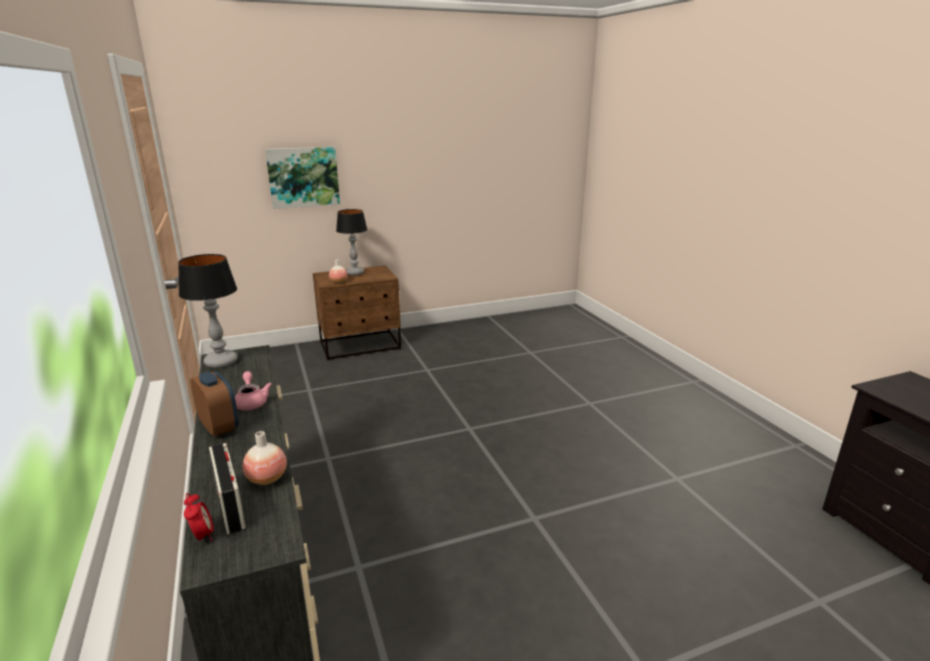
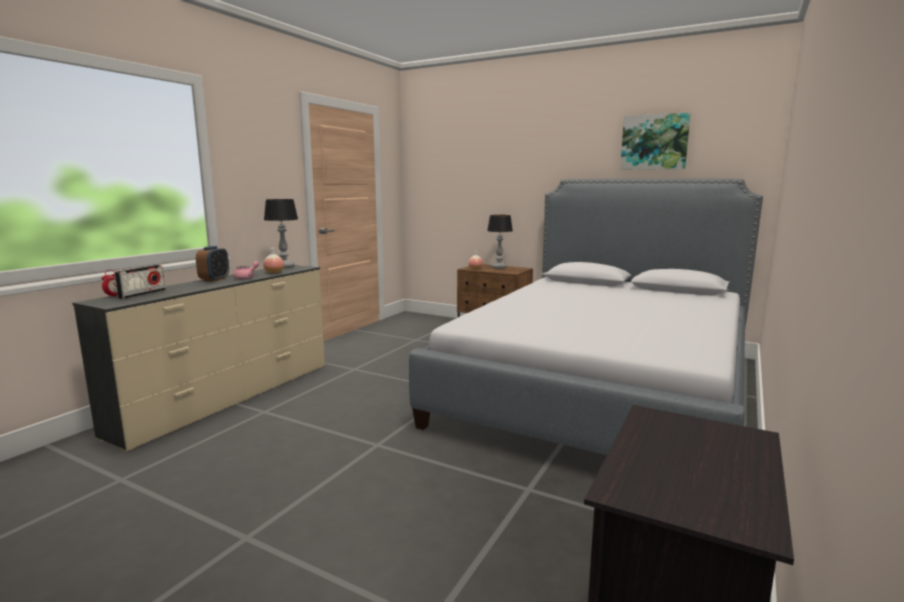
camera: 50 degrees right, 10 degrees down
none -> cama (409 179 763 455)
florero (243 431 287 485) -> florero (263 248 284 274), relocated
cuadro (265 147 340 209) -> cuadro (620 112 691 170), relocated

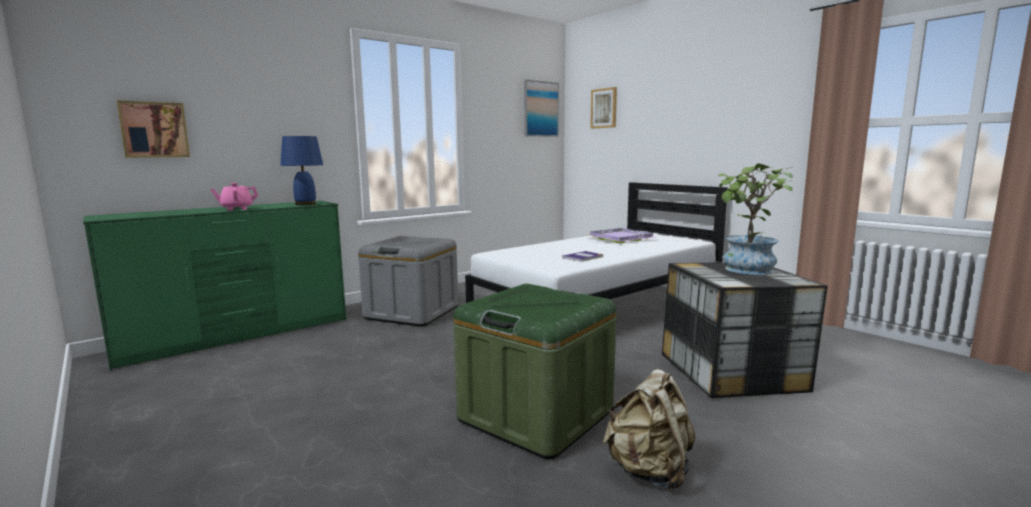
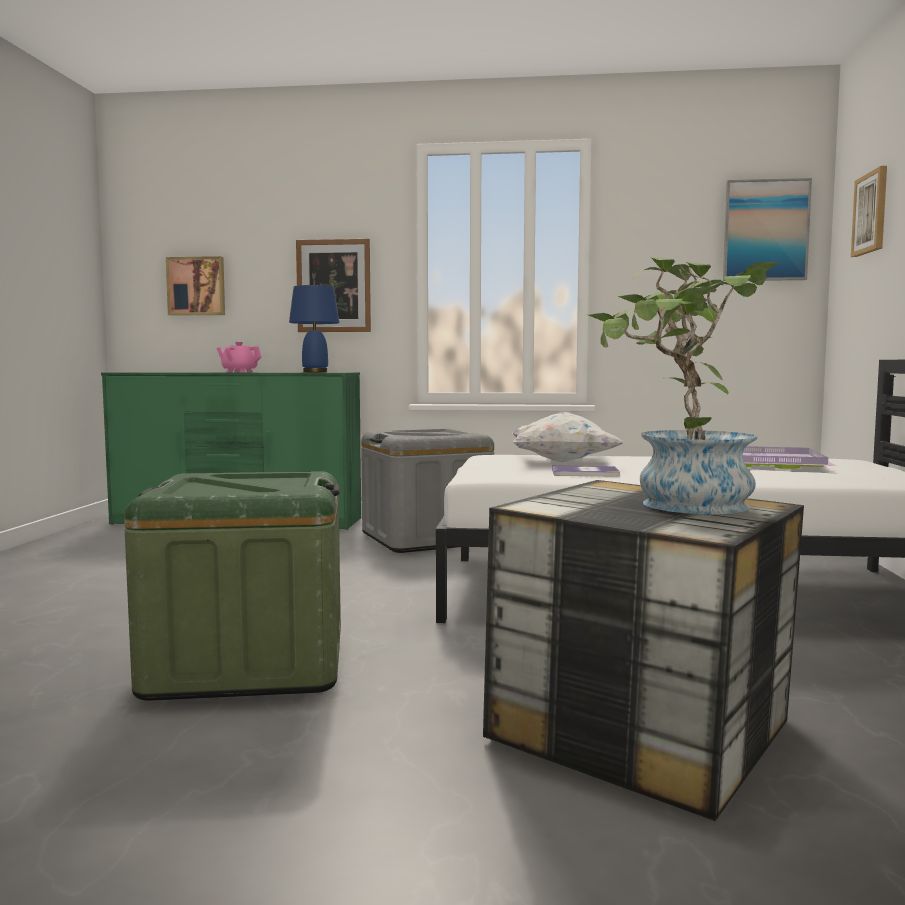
camera: 45 degrees right, 5 degrees down
mochila [beis] (602 369 696 491) -> none
none -> cuadro (296 239 371 332)
none -> cojín [blanco] (512 412 624 462)

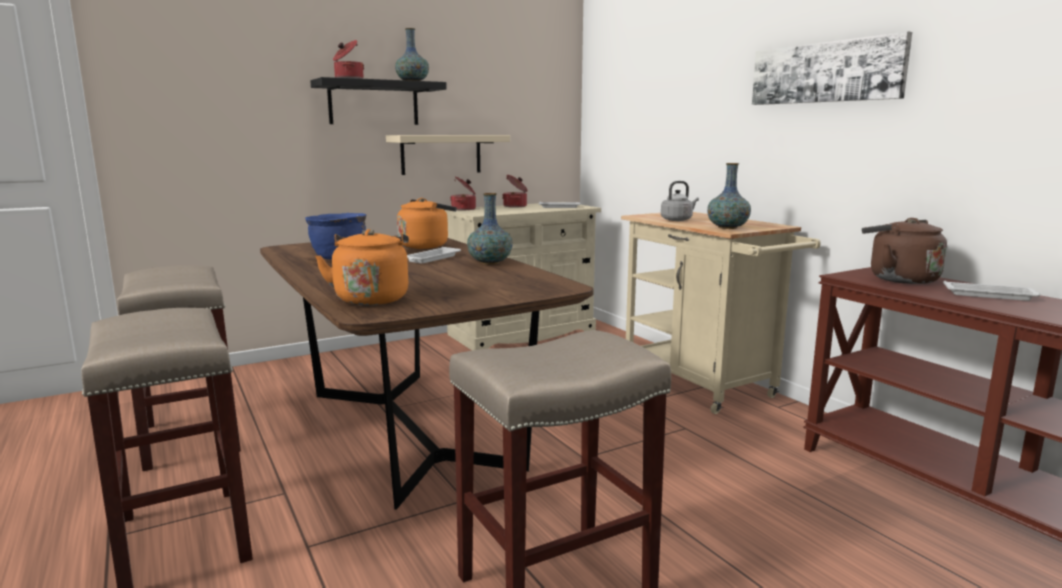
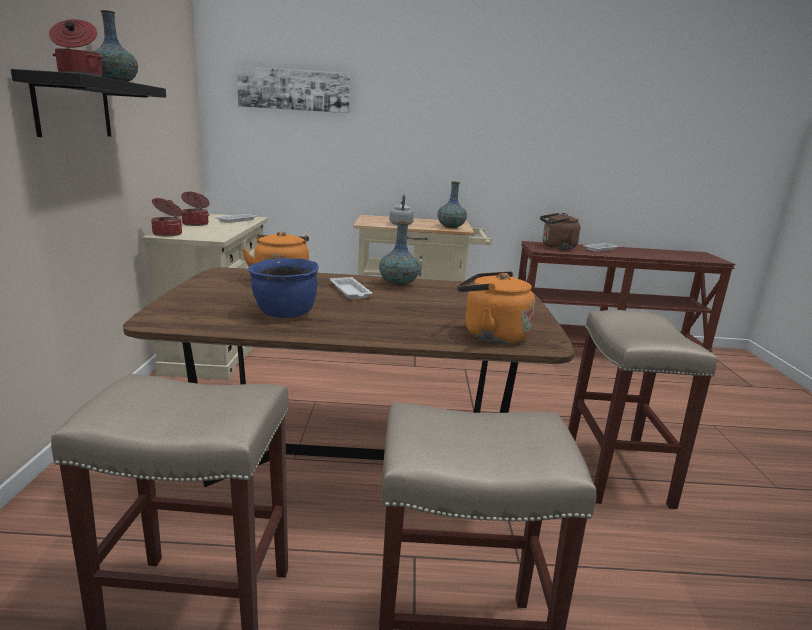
camera: 60 degrees left, 5 degrees up
estante [beis] (386 135 510 175) -> none
cuadro (752 31 912 105) -> cuadro (237 66 350 113), relocated

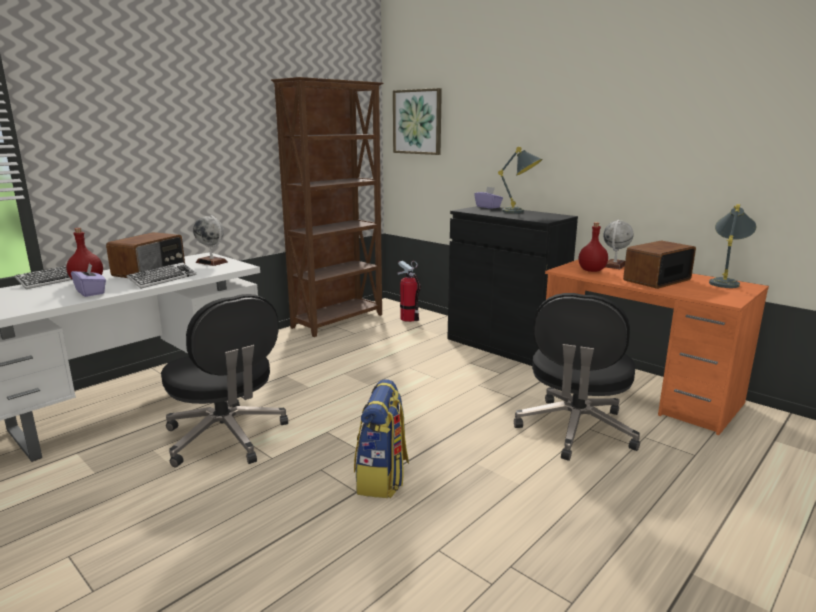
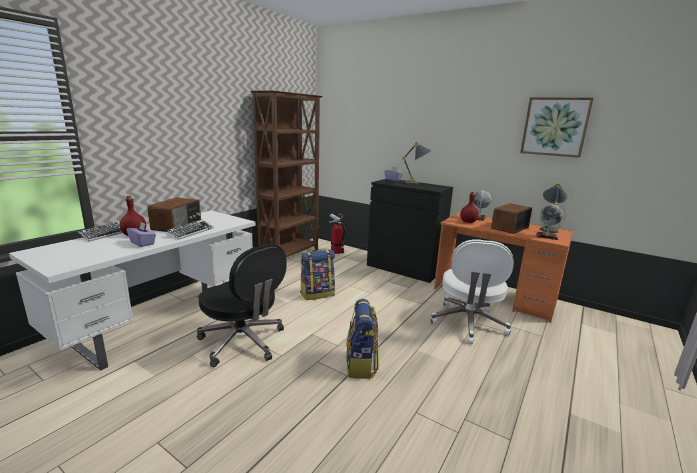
camera: 10 degrees left, 0 degrees up
none -> mochila (300 249 335 300)
globo terráqueo (193 215 228 266) -> globo terráqueo (536 204 566 240), relocated
cuadro (393 88 442 155) -> cuadro (520 97 594 158), relocated
silla de oficina [negro] (514 293 640 461) -> silla de oficina [blanco] (430 239 514 344)

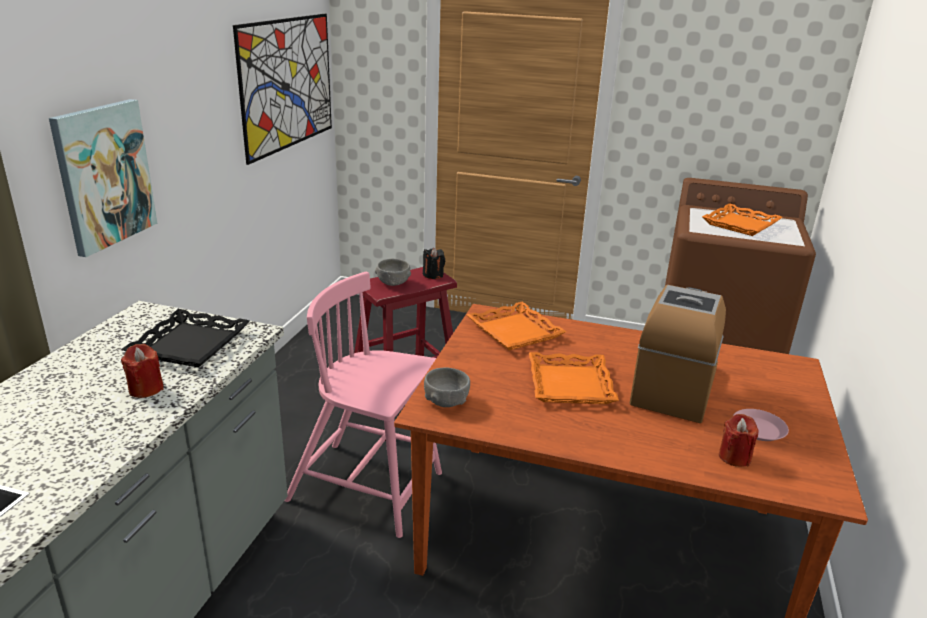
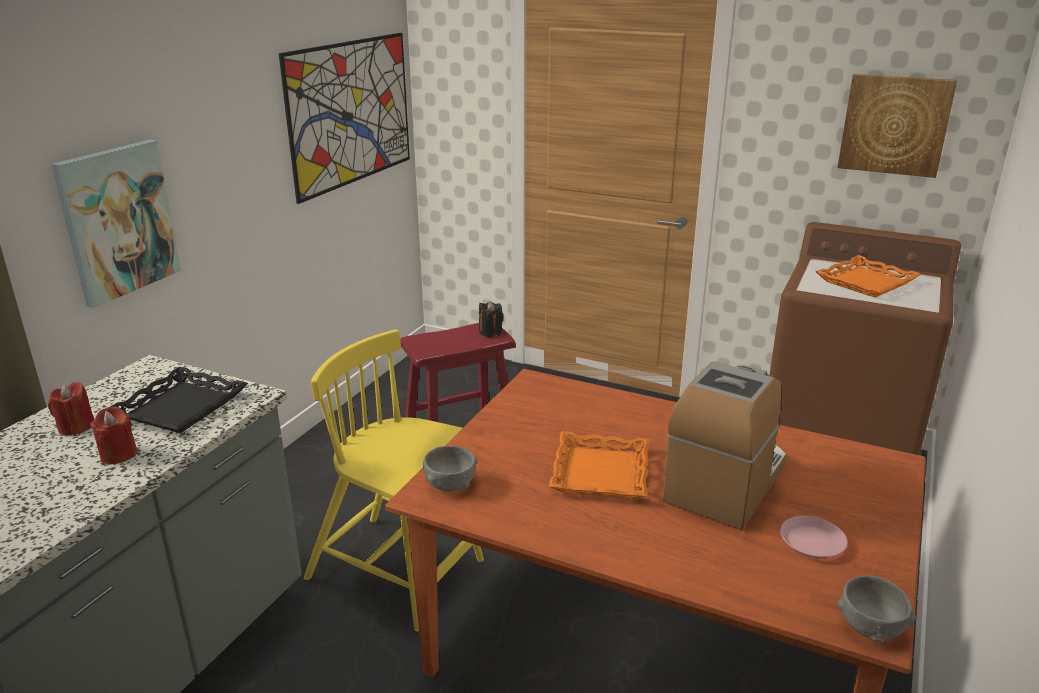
camera: 10 degrees right, 0 degrees up
bandeja [naranja] (467 302 566 350) -> none
none -> cuadro (837 74 957 178)
cuenco [gris] (375 259 411 286) -> cuenco [gris] (838 575 916 642), relocated
vela [rojo] (719 414 759 467) -> vela [rojo] (48 382 94 436), relocated
silla [rosa] (285 272 442 538) -> silla [amarillo] (304 329 484 632)

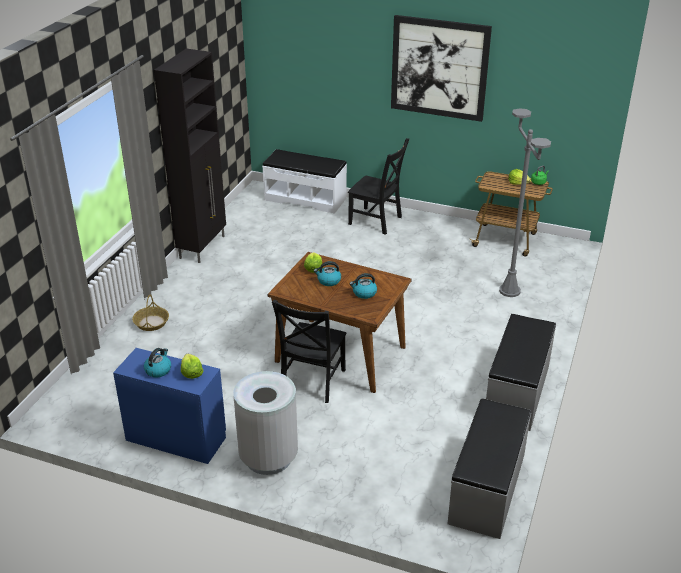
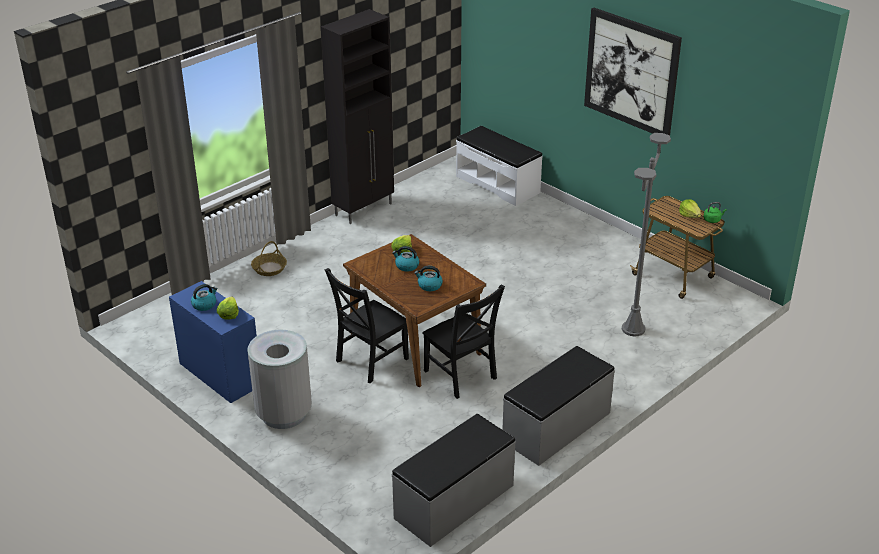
camera: 25 degrees right, 0 degrees up
silla [negro] (348 138 409 235) -> silla [negro] (422 285 505 399), relocated

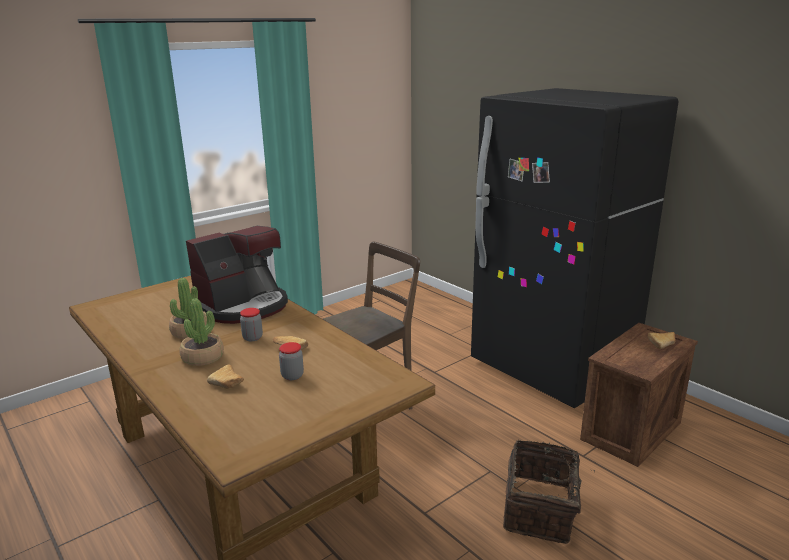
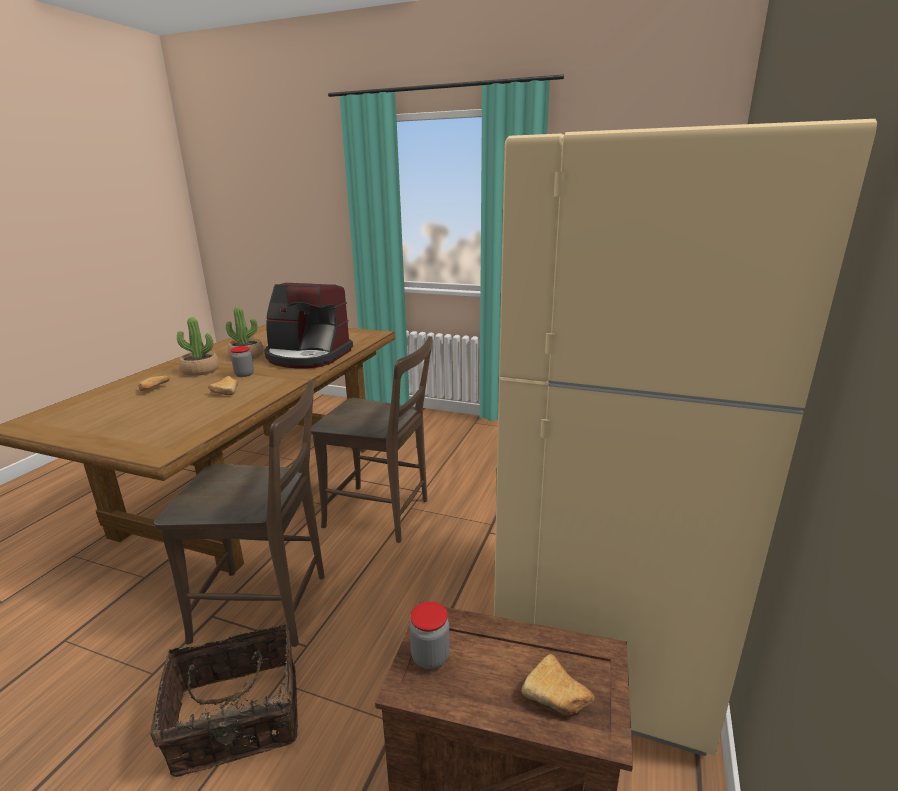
camera: 60 degrees right, 0 degrees up
none -> silla [marrón] (154 380 325 647)
tarro (279 342 304 380) -> tarro (409 602 450 669), relocated
nevera [negro] (471 88 679 408) -> nevera [beis] (494 119 877 756)

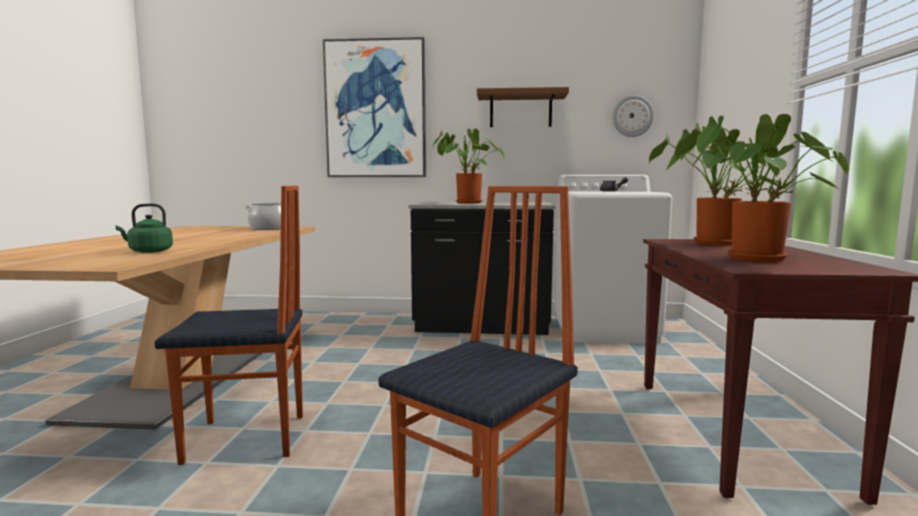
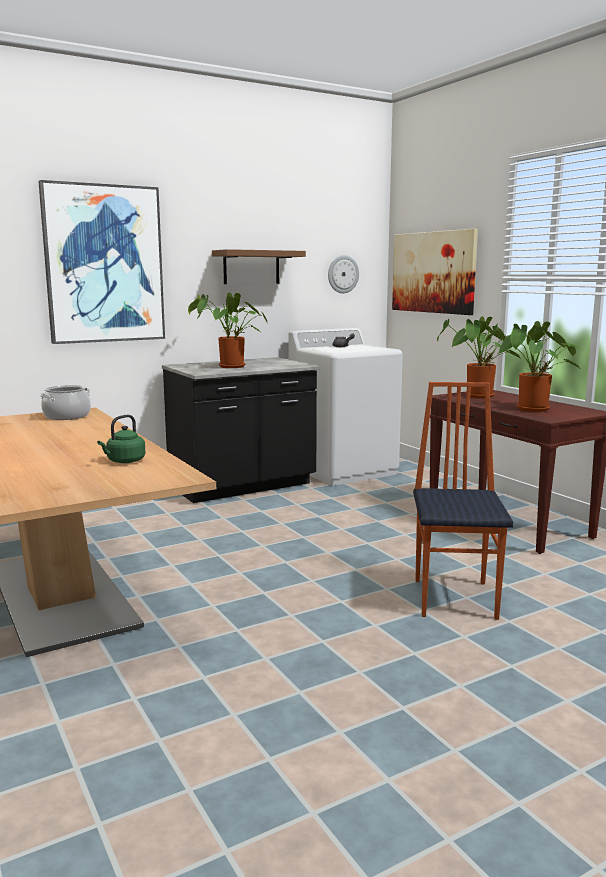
camera: 35 degrees left, 5 degrees up
silla (155 186 303 465) -> none
none -> cuadro (392 229 478 315)

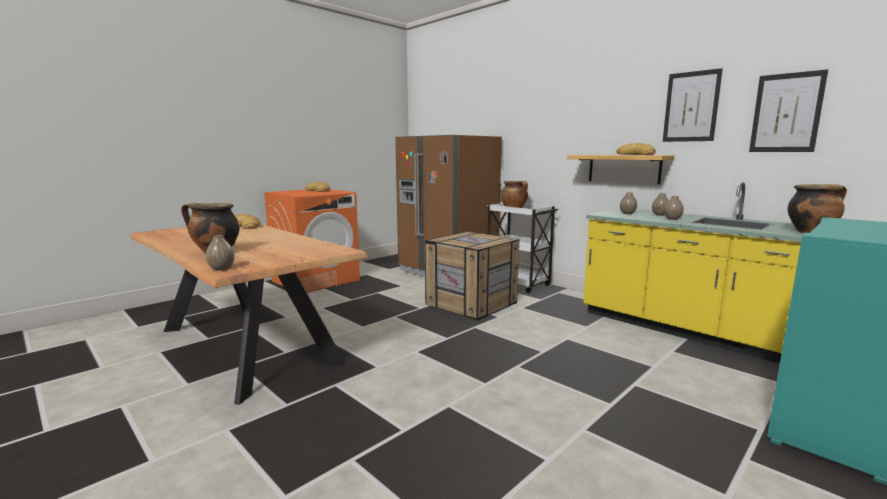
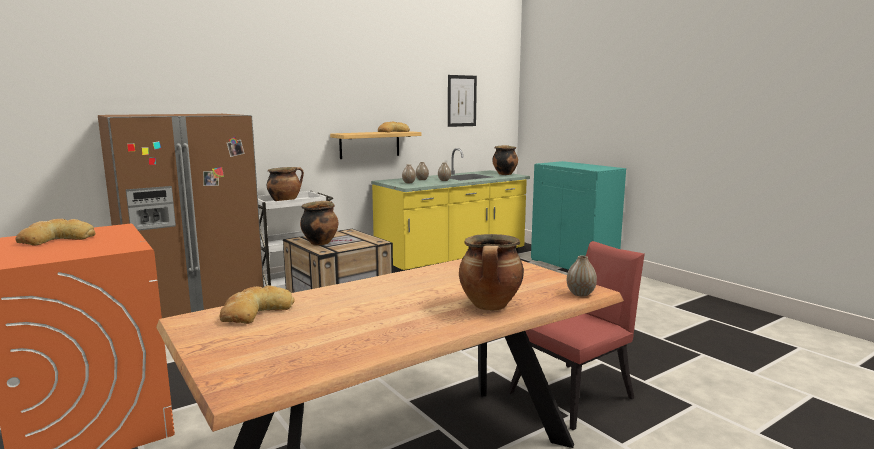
camera: 80 degrees left, 0 degrees up
cuadro (663 68 723 142) -> none
none -> olla (300 201 338 245)
none -> silla [rojo] (508 241 645 430)

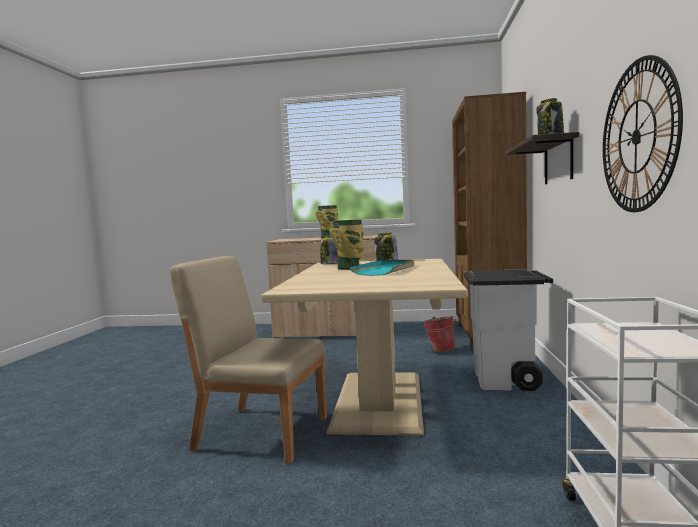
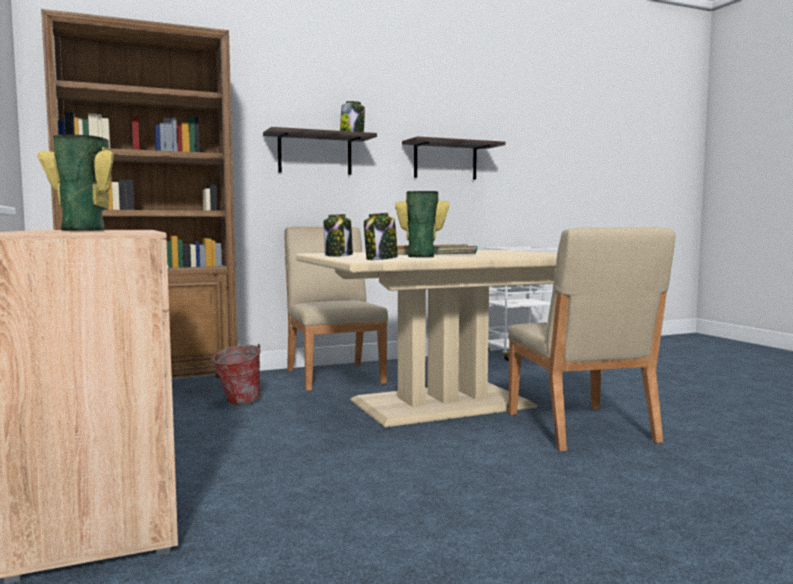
camera: 120 degrees left, 0 degrees up
papelera [blanco] (464 269 553 391) -> silla [beis] (284 226 388 391)
reloj de pared (603 55 683 212) -> estante (402 136 505 180)

